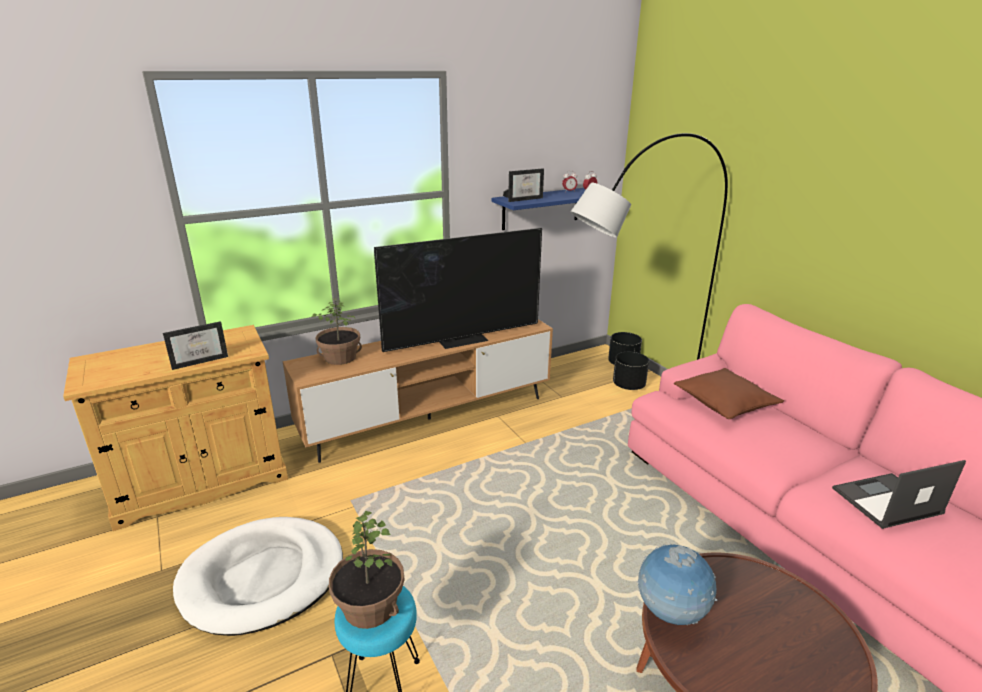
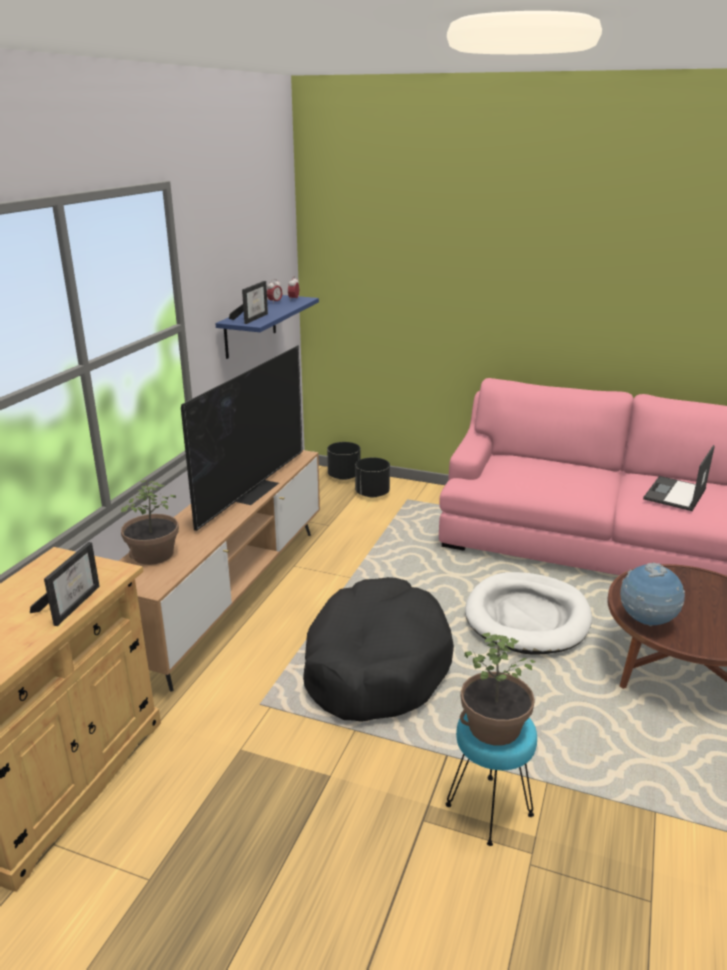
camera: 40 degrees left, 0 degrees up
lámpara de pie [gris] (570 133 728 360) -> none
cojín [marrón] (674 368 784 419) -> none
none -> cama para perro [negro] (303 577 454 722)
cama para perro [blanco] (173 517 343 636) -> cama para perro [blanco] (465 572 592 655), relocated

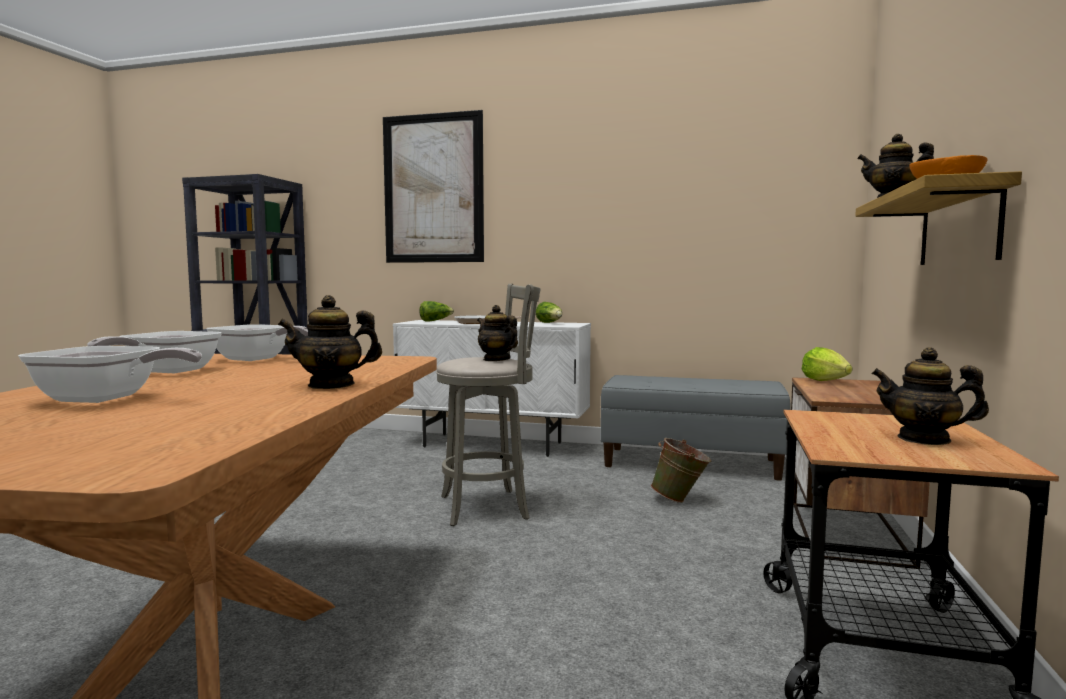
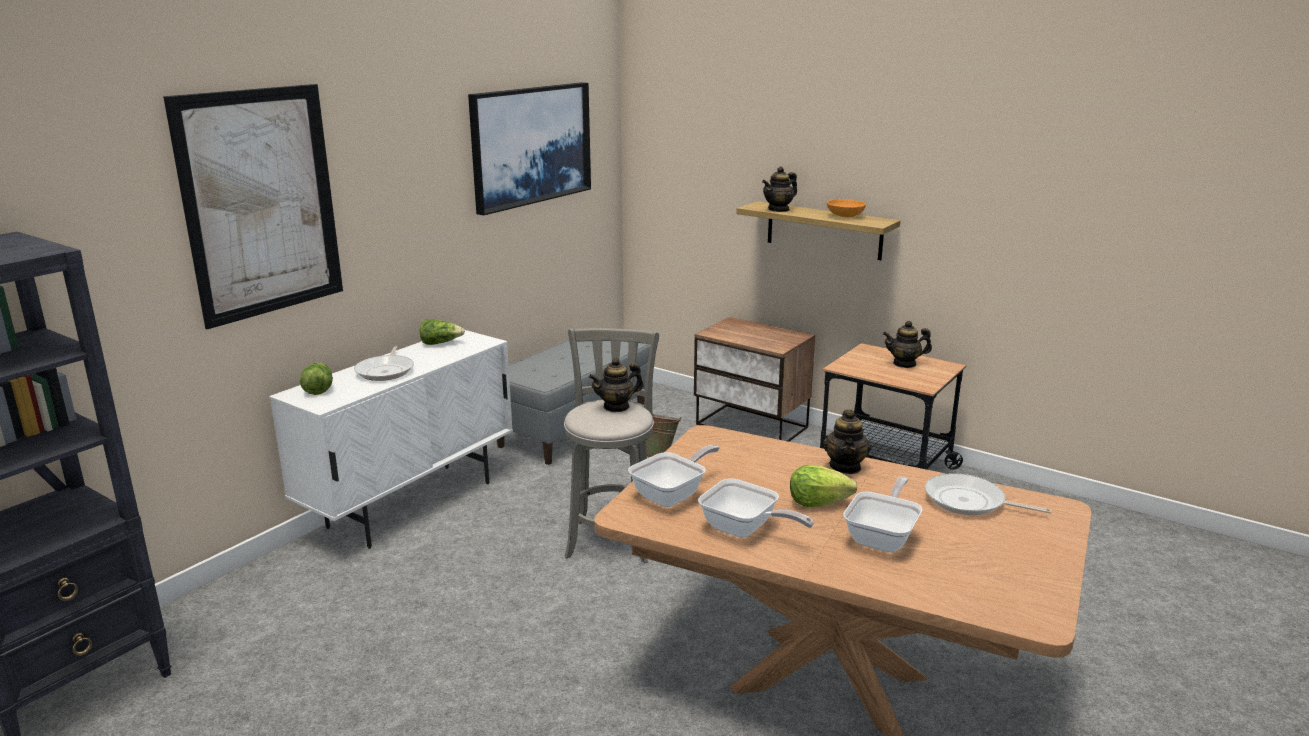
camera: 70 degrees left, 15 degrees up
none -> cuadro (468 82 591 215)
none -> sartén (925 473 1052 515)
lechuga (802 347 852 381) -> lechuga (790 465 857 507), relocated
tetera (871 347 989 445) -> tetera (883 321 932 368), 45 degrees clockwise

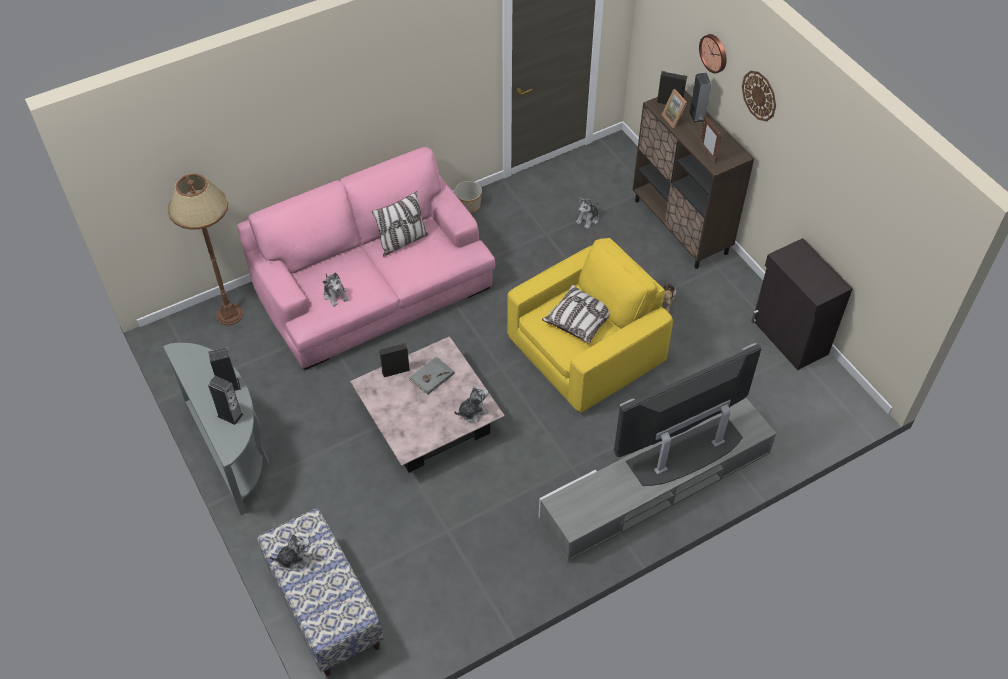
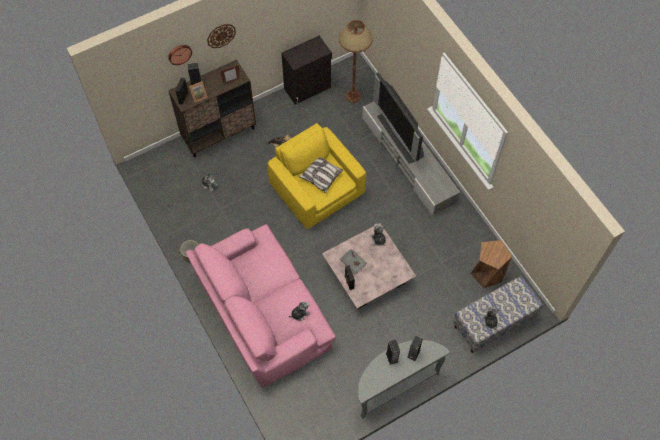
camera: 90 degrees left, 10 degrees up
cojín (372 191 429 256) -> none
none -> taburete [marrón] (471 240 512 288)
lámpara de pie [marrón] (168 174 243 325) -> lámpara de pie [marrón] (339 20 373 103), relocated

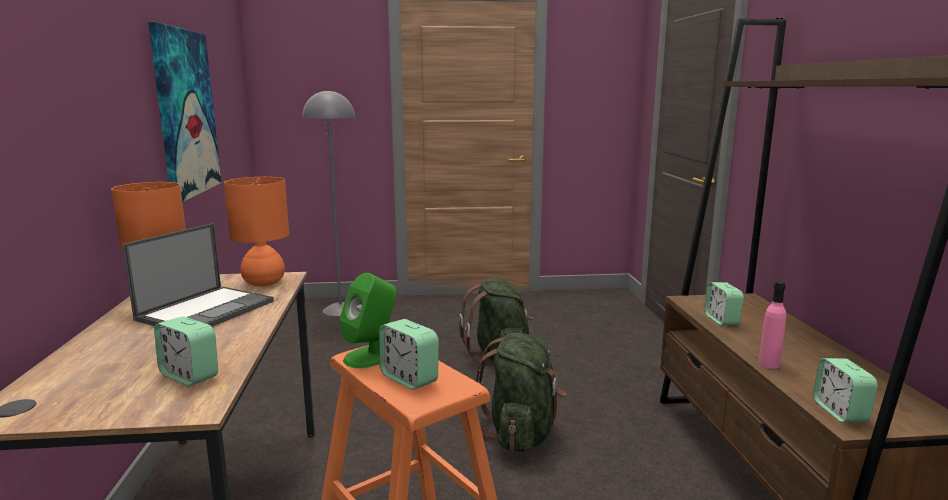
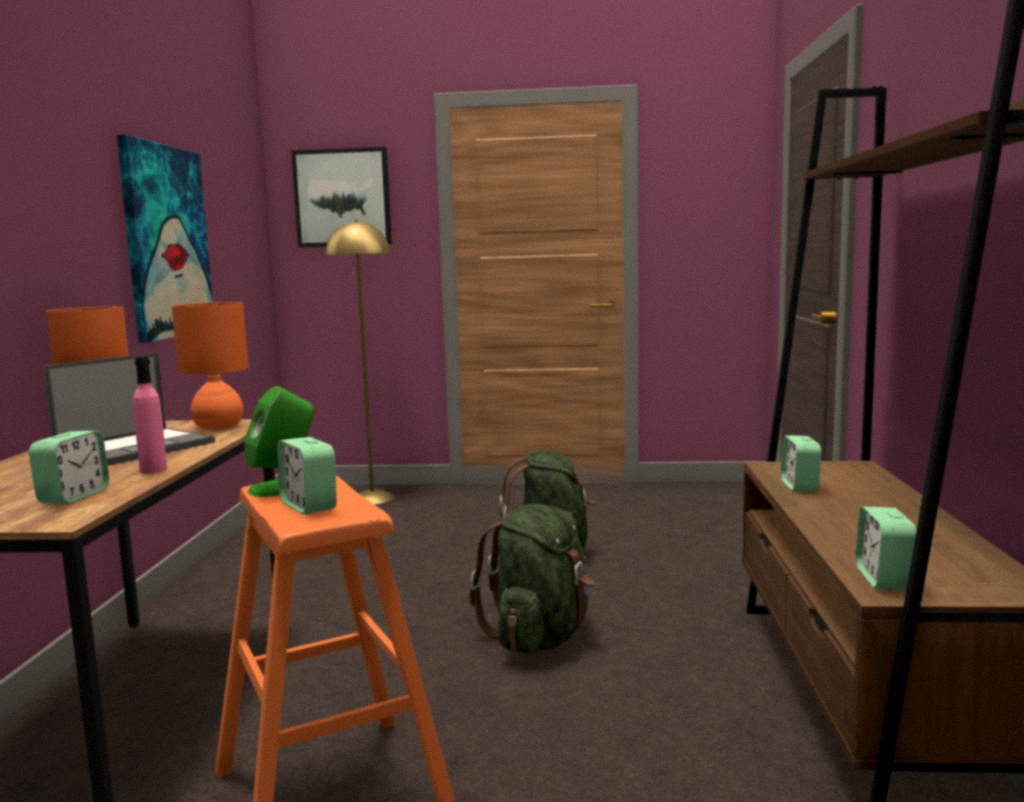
camera: 10 degrees right, 5 degrees down
none -> cuadro (291 147 392 247)
botella [rosa] (759 281 786 369) -> botella [rosa] (133 356 167 474), relocated
lámpara de pie [gris] (303 89 355 316) -> lámpara de pie [amarillo] (326 220 395 504)
despertador (154 317 218 386) -> despertador (29 431 109 504), 120 degrees counterclockwise

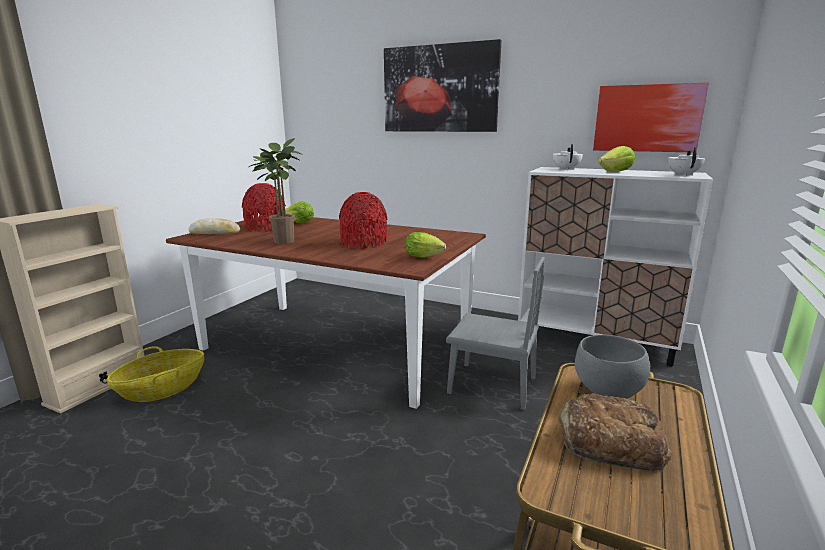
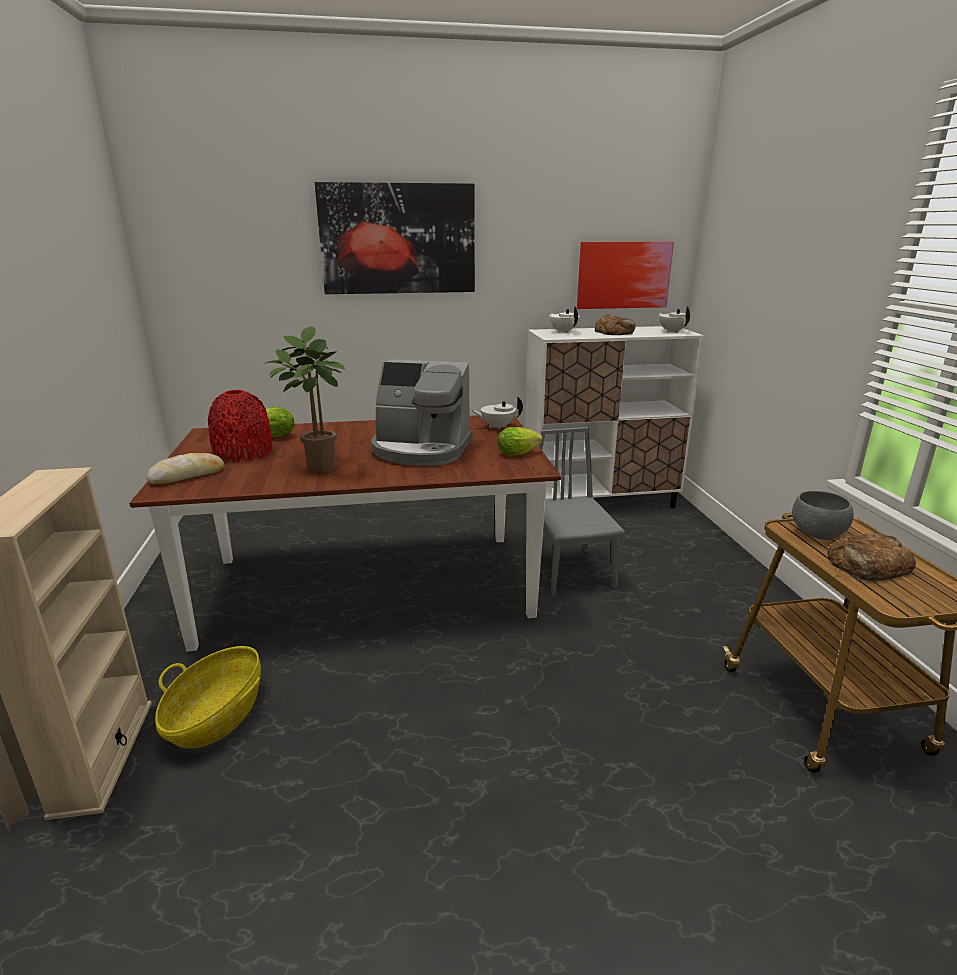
camera: 35 degrees left, 5 degrees up
none -> tetera [blanco] (471 397 523 430)
florero [rojo] (339 192 387 249) -> cafetera (371 359 472 466)
lechuga (598 146 635 172) -> pan (595 314 636 335)
silla [gris] (446 257 545 410) -> silla [gris] (538 427 625 596), 90 degrees counterclockwise

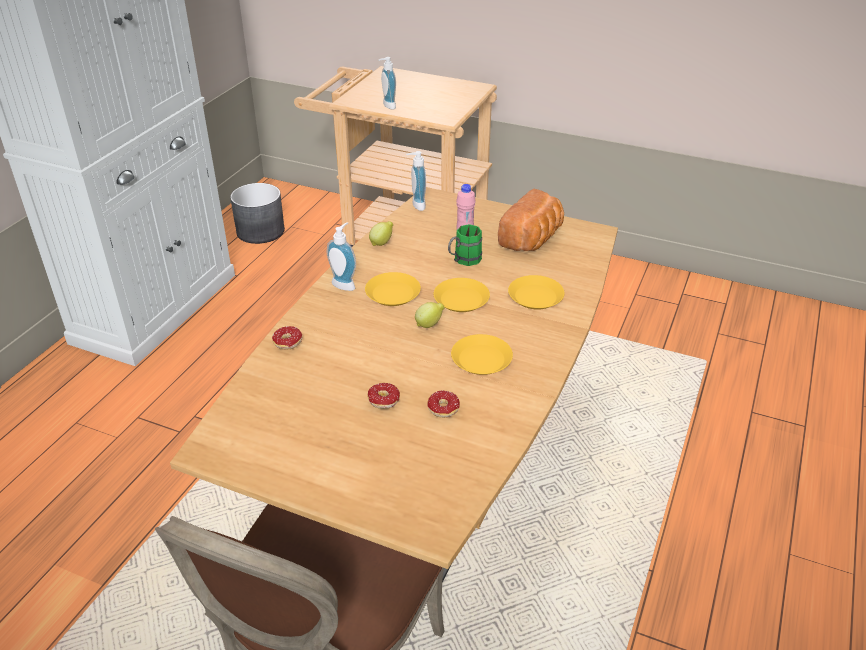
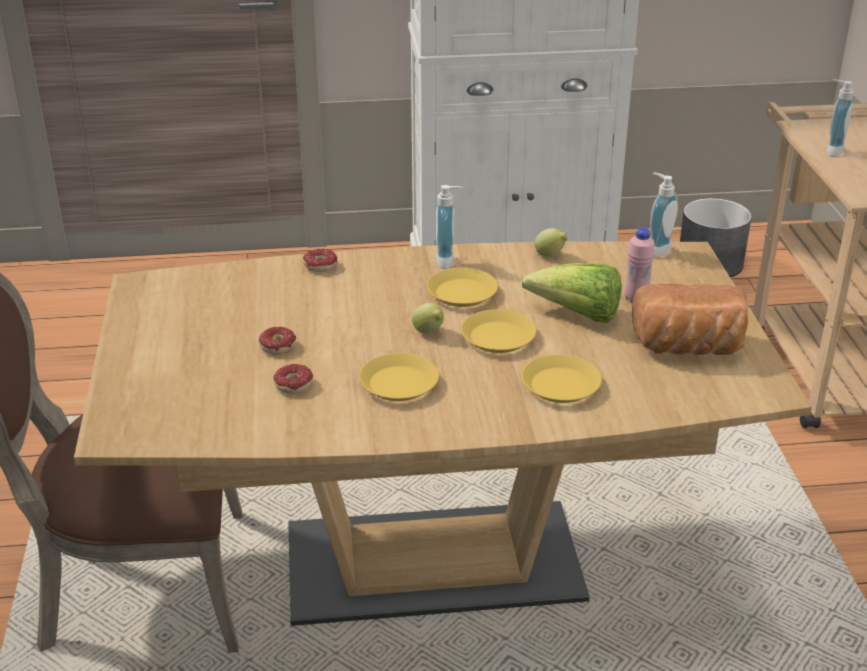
camera: 60 degrees right, 5 degrees down
taza grande [verde] (448 224 482 266) -> lechuga (521 263 622 323)

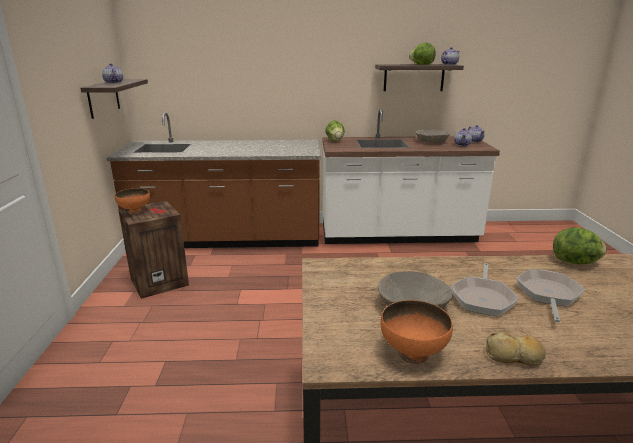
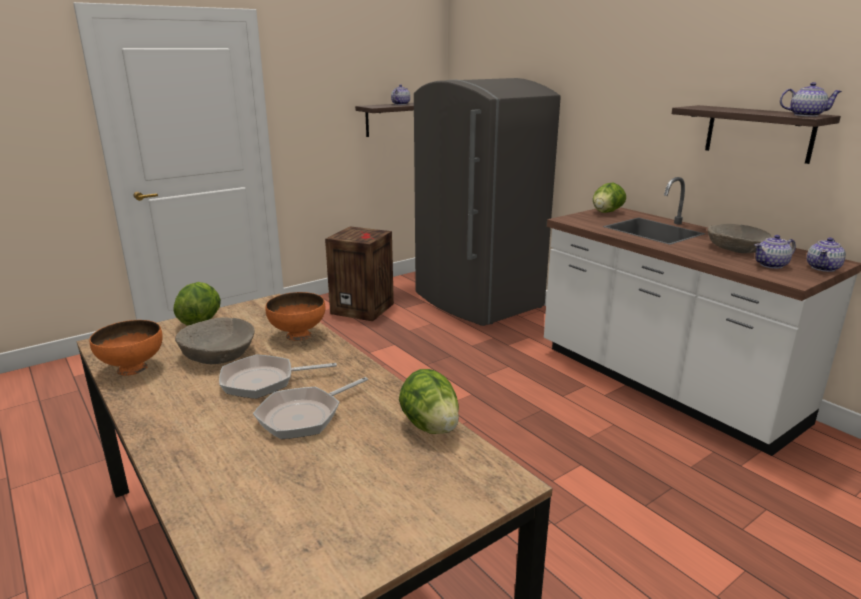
camera: 55 degrees right, 0 degrees up
pan (486 333 546 366) -> none
cuenco [naranja] (115 188 150 214) -> cuenco [naranja] (265 292 325 341), relocated
lechuga (409 43 435 65) -> lechuga (173 282 221 326), relocated
mueble bajo de cocina [marrón] (106 113 320 248) -> nevera [gris] (414 78 561 326)
sartén (516 269 585 322) -> sartén (253 377 368 439), 150 degrees clockwise

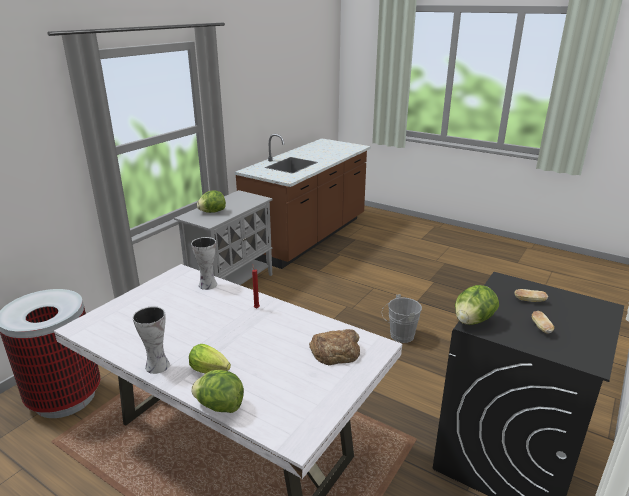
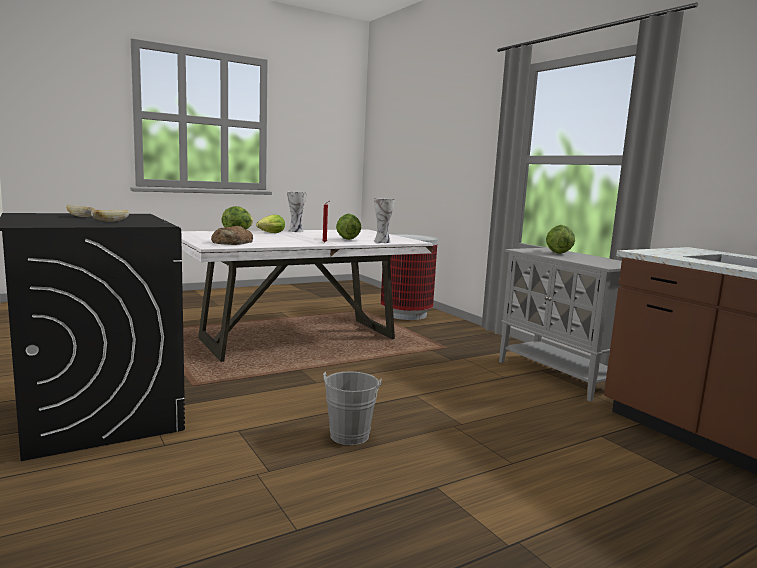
camera: 115 degrees right, 15 degrees down
lechuga (455 285 499 325) -> lechuga (336 214 361 240), relocated

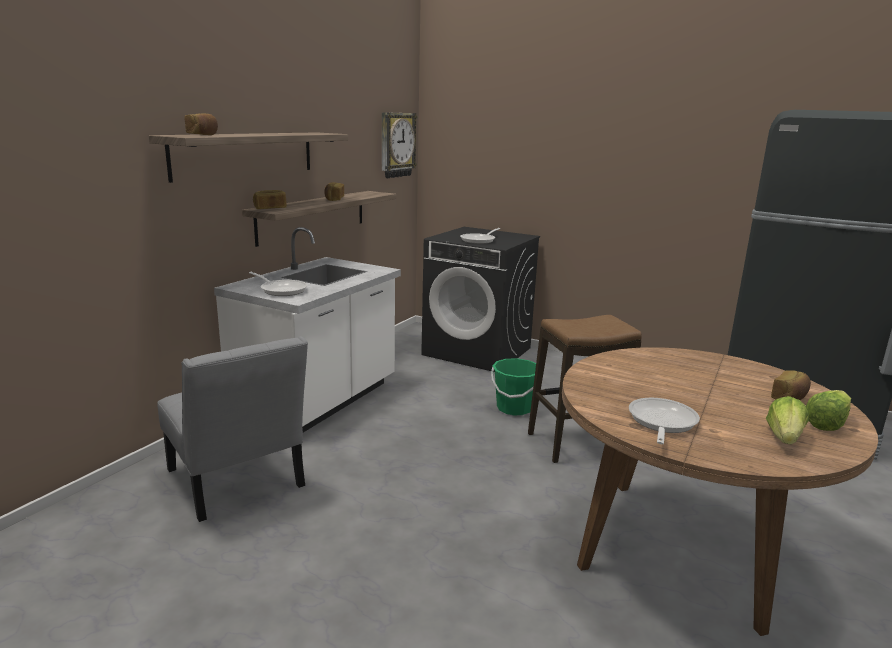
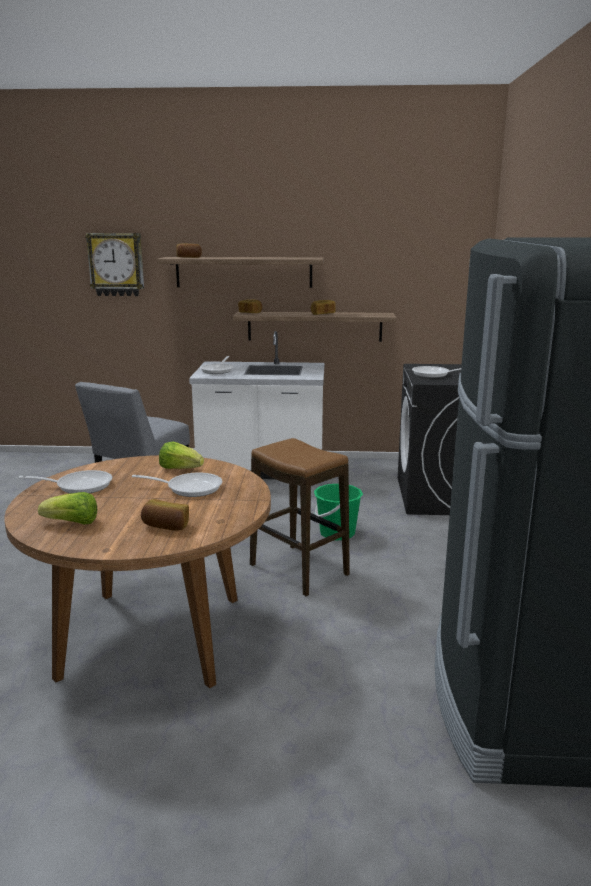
camera: 65 degrees right, 0 degrees up
none -> sartén (132 472 222 497)
reloj de pared (382 112 417 178) -> reloj de pared (85 233 144 296), relocated
lechuga (806 390 851 431) -> lechuga (159 441 204 469), relocated

